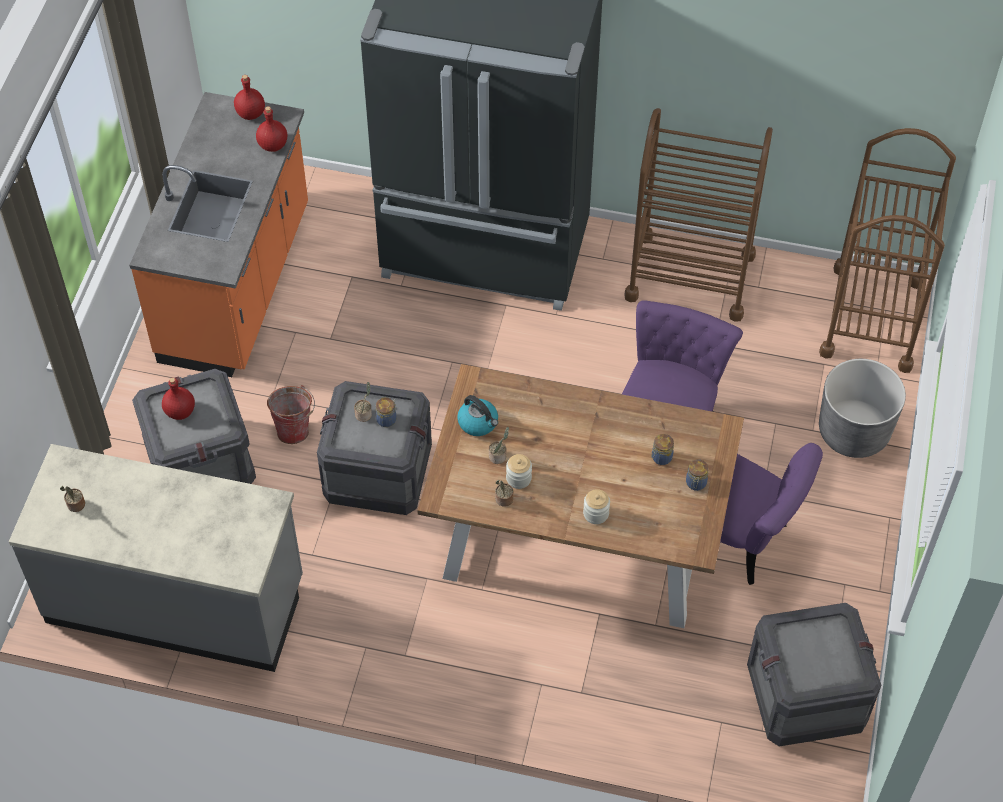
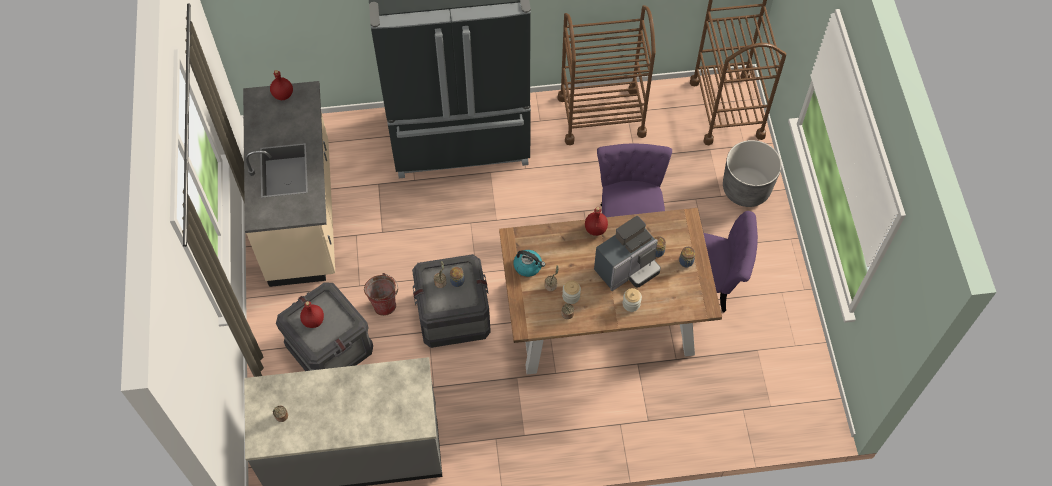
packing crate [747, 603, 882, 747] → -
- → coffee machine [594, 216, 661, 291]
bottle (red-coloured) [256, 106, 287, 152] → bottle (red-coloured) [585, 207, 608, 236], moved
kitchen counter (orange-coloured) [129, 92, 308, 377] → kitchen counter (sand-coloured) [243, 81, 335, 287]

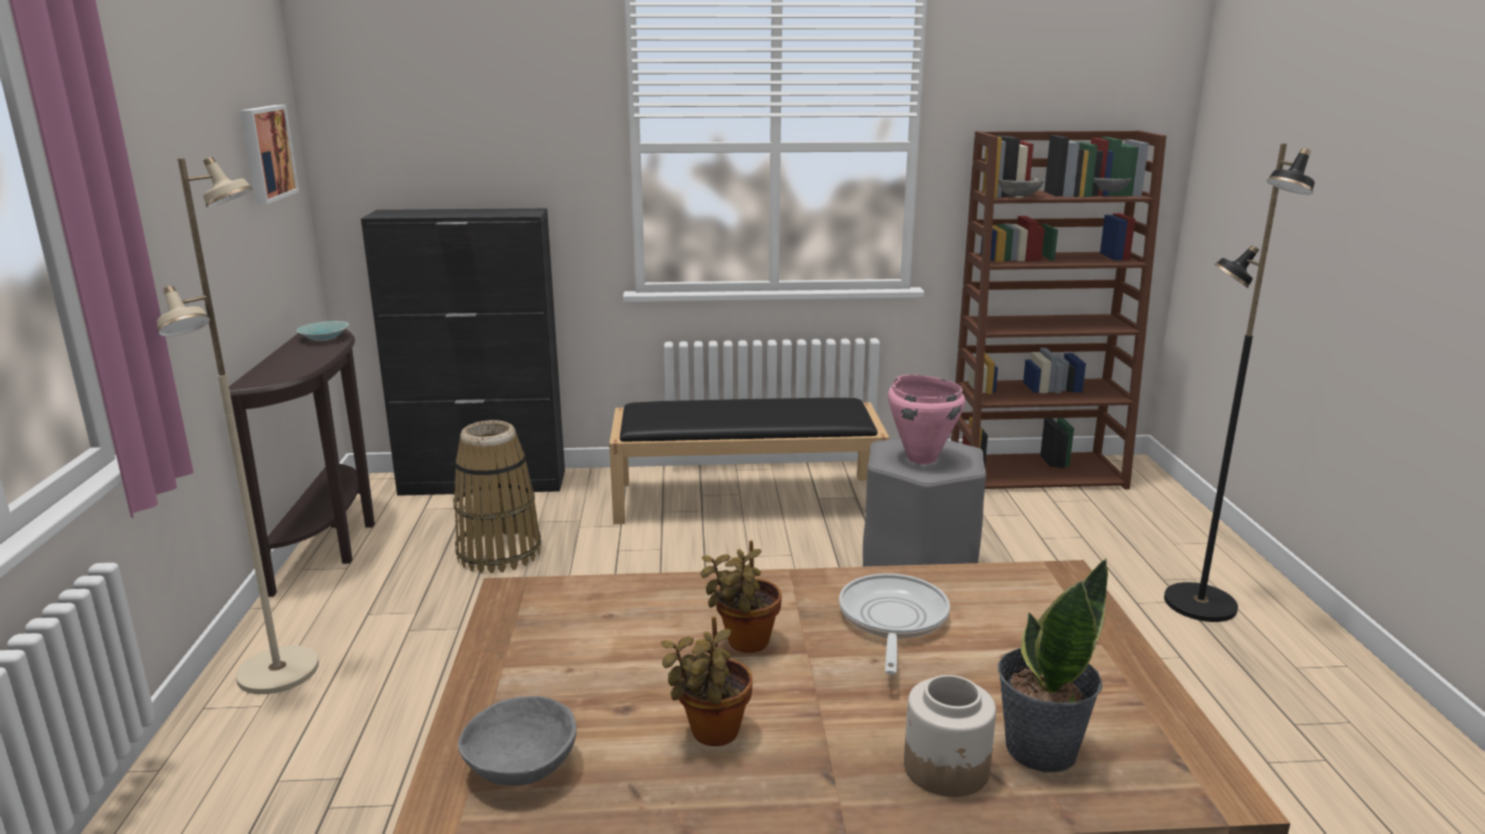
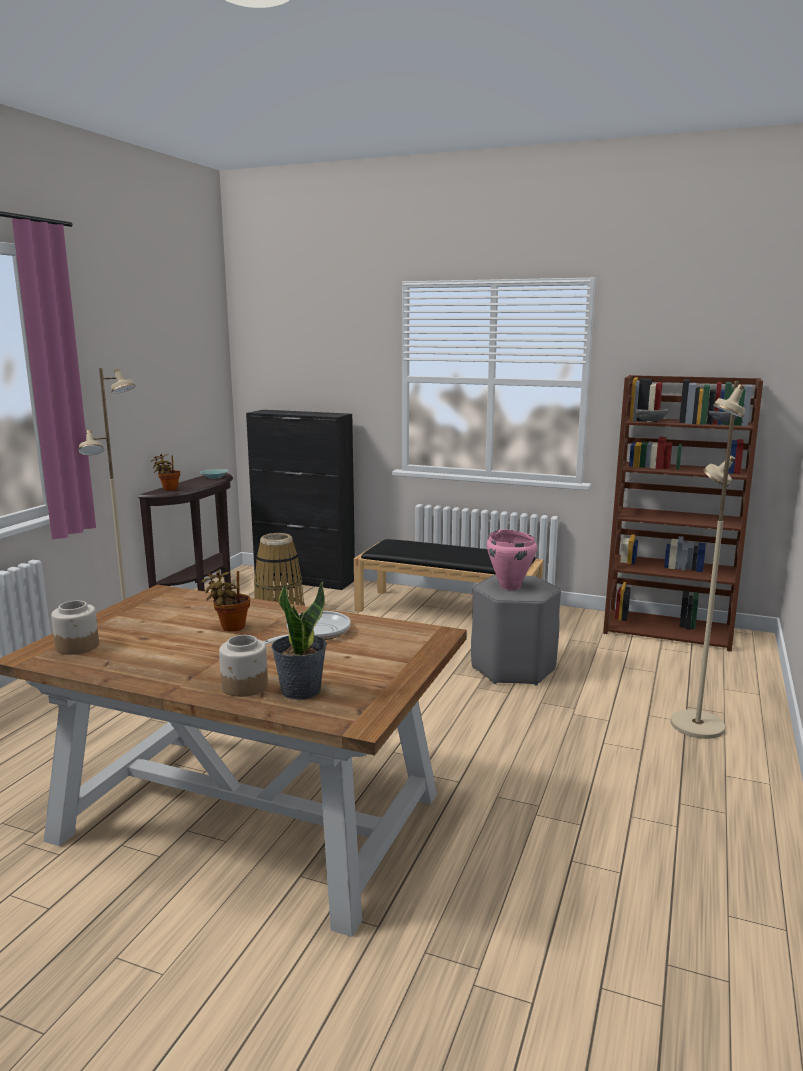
wall art [240, 105, 299, 204] → -
houseplant [661, 616, 753, 746] → houseplant [150, 454, 180, 491], moved
serving bowl (gray) [458, 696, 577, 786] → preserve jar [51, 601, 99, 655]
standing lamp (black) [1164, 143, 1315, 622] → standing lamp (sand-coloured) [671, 381, 745, 739]

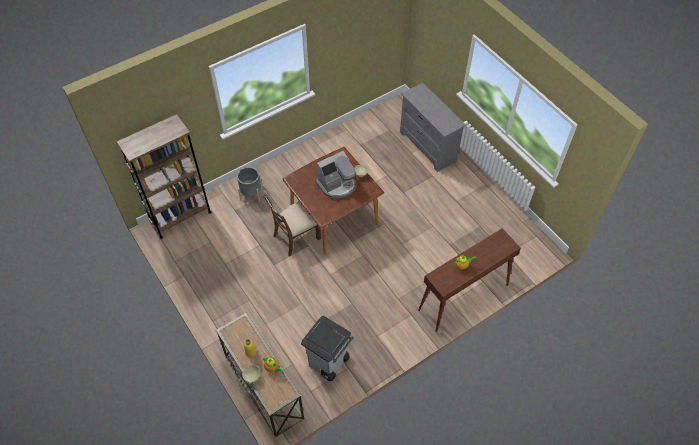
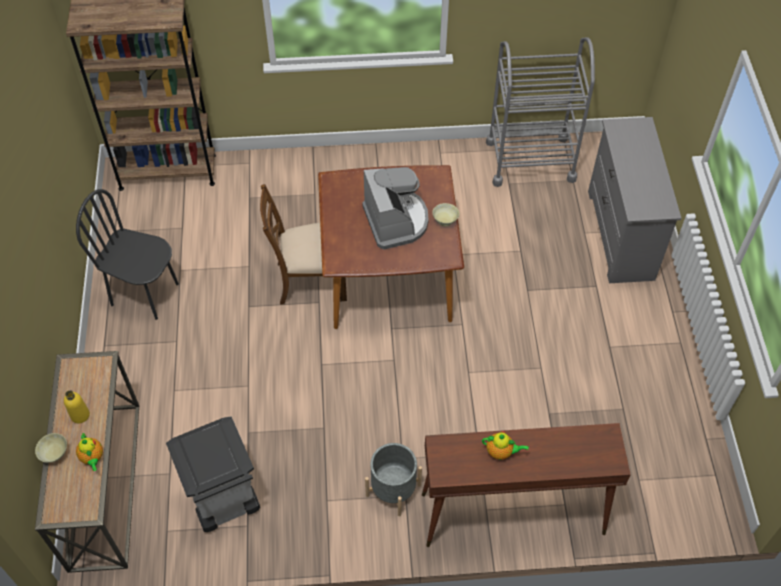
- → plain chair (black) [76, 189, 179, 320]
- → wheeled cart (gray) [486, 37, 595, 187]
flower pot (gray) [237, 167, 262, 202] → flower pot (gray) [365, 443, 422, 516], moved
coffee machine [316, 151, 357, 198] → coffee machine [362, 167, 429, 250], 105 degrees counterclockwise

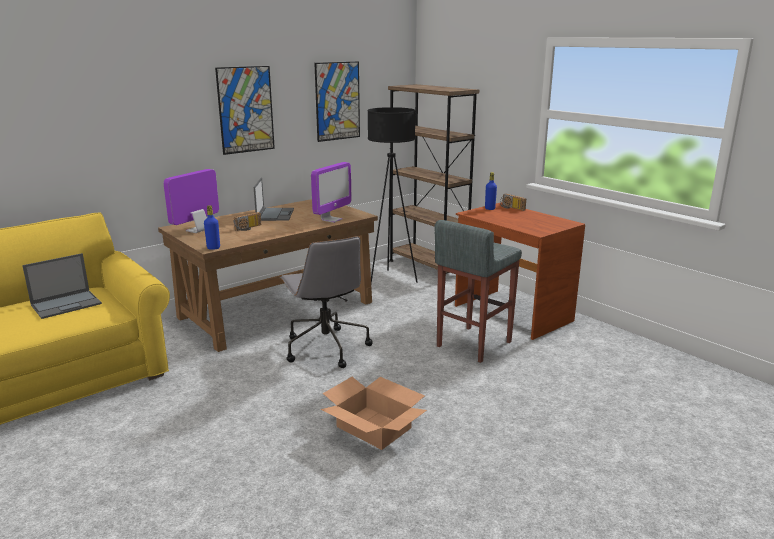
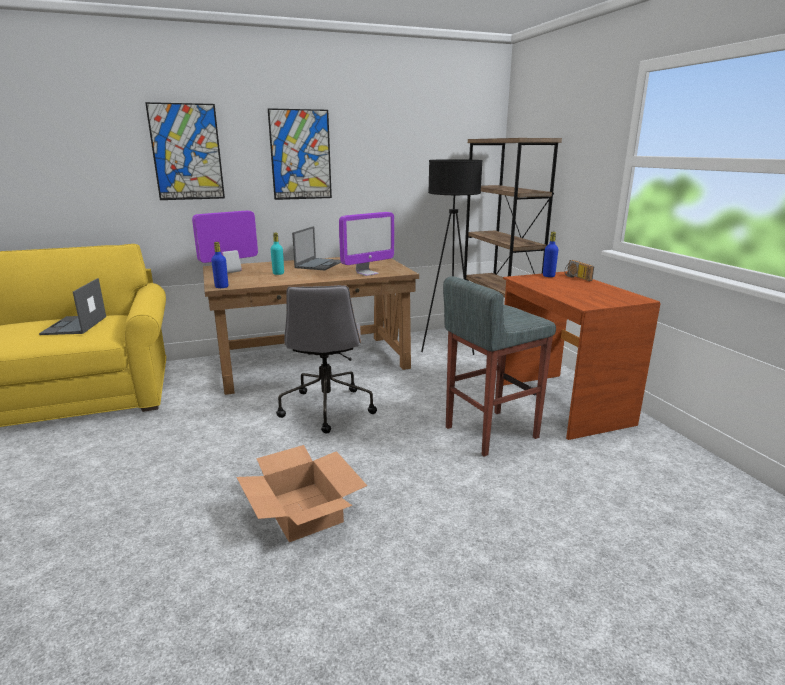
wall art [314, 61, 360, 142] → wall art [145, 102, 225, 200], moved
radio set [234, 212, 261, 231] → bottle (turquoise-coloured) [271, 233, 284, 275]
notebook computer [22, 253, 102, 319] → notebook computer [39, 278, 106, 335], 105 degrees clockwise

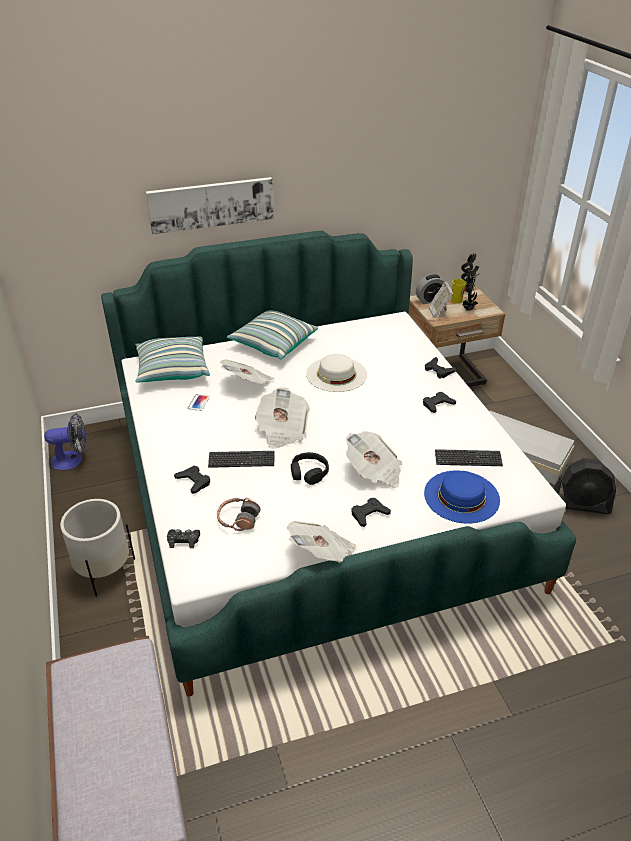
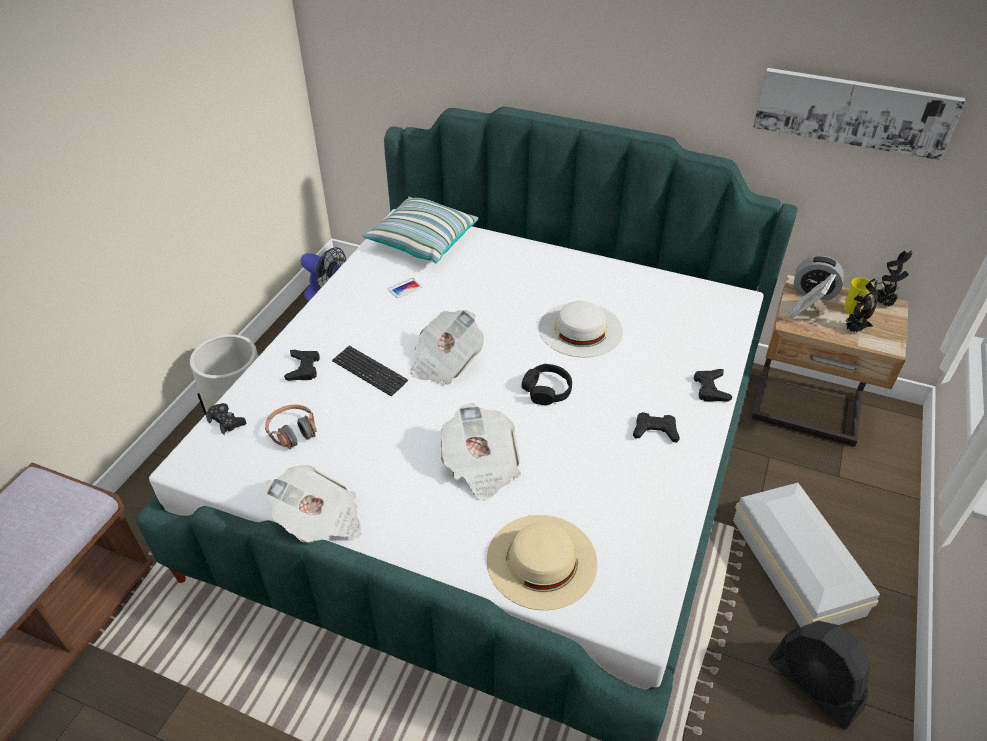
daily paper [220, 360, 274, 384] → -
pillow [227, 311, 318, 360] → -
game controller (black) [351, 498, 391, 527] → -
computer keyboard [435, 449, 503, 466] → -
wall art [146, 177, 274, 235] → wall art [753, 68, 965, 160], moved
pair of headphones (black) [291, 452, 329, 485] → pair of headphones (black) [522, 364, 572, 405], moved
hat (blue) [424, 470, 500, 524] → hat (sand-coloured) [487, 515, 597, 610]

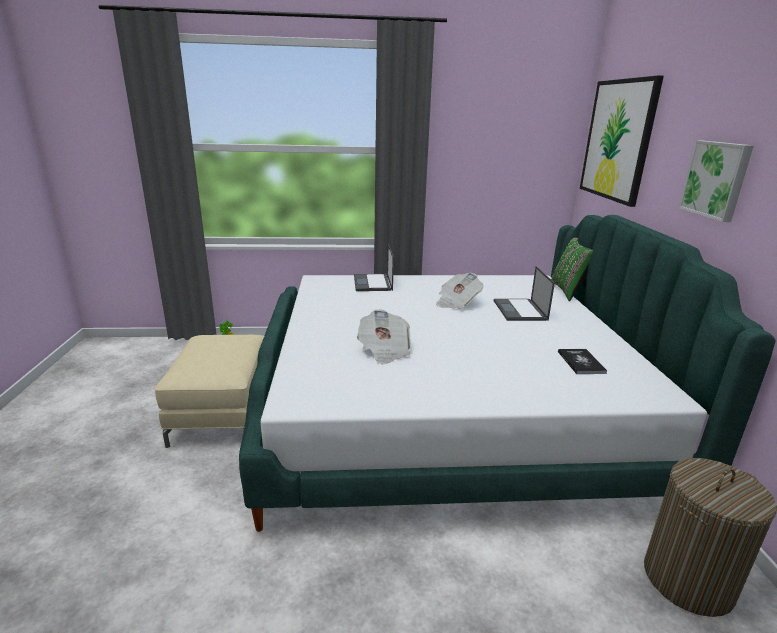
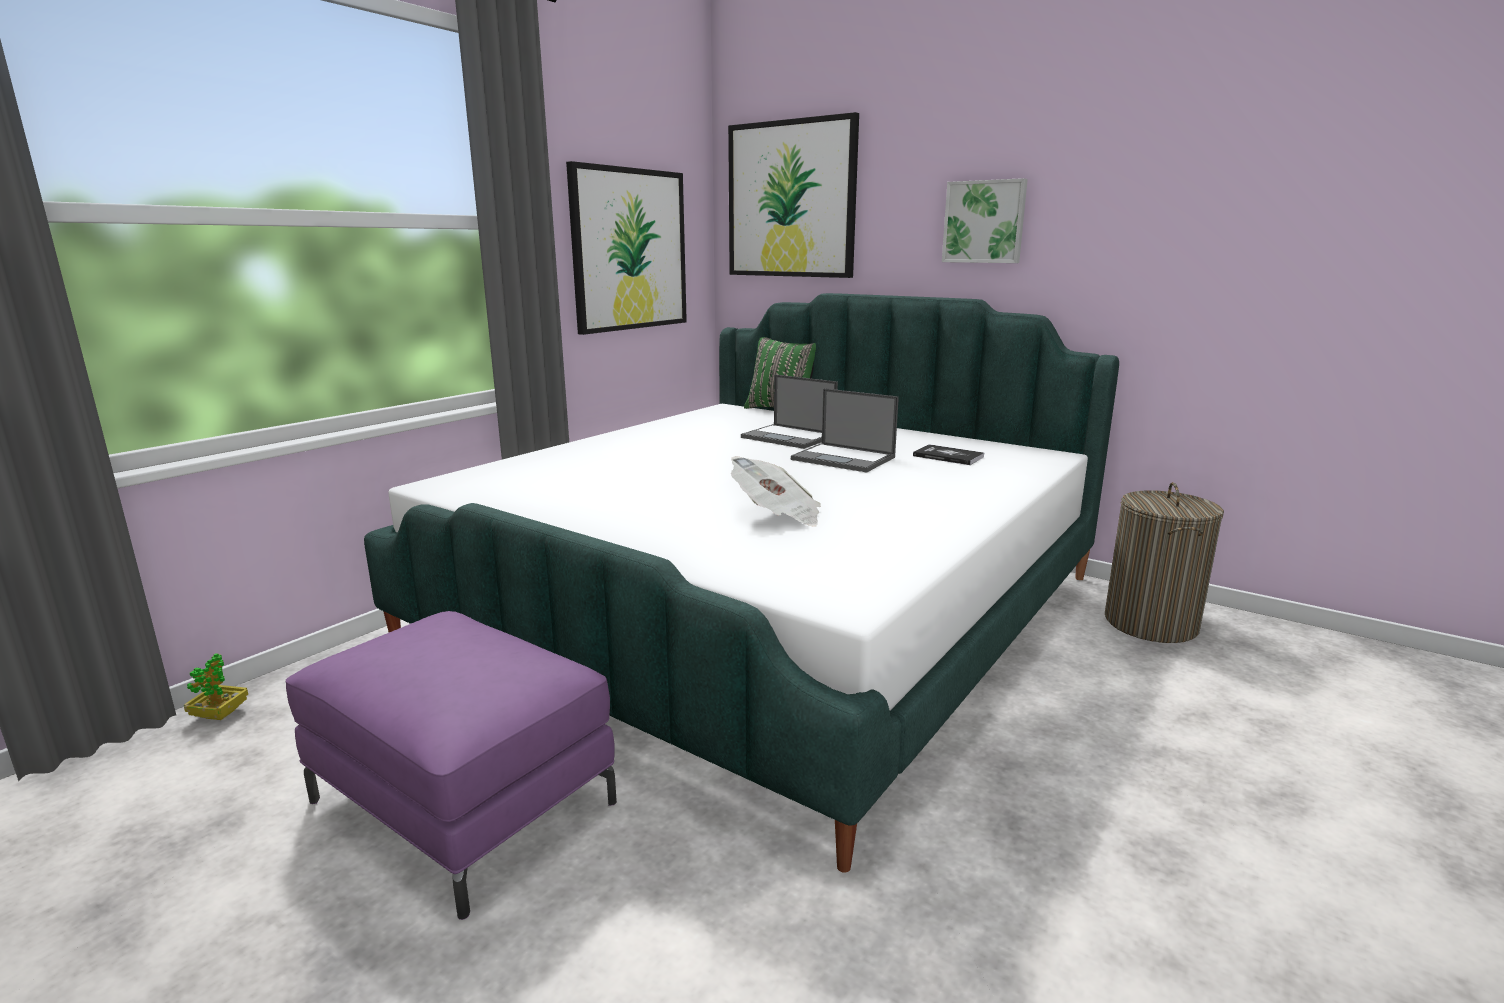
daily paper [436, 273, 483, 309] → -
- → wall art [566, 161, 687, 335]
notebook computer [354, 244, 394, 291] → notebook computer [791, 388, 899, 473], moved
ottoman (sand-coloured) [155, 335, 264, 448] → ottoman (purple-coloured) [286, 611, 617, 920]

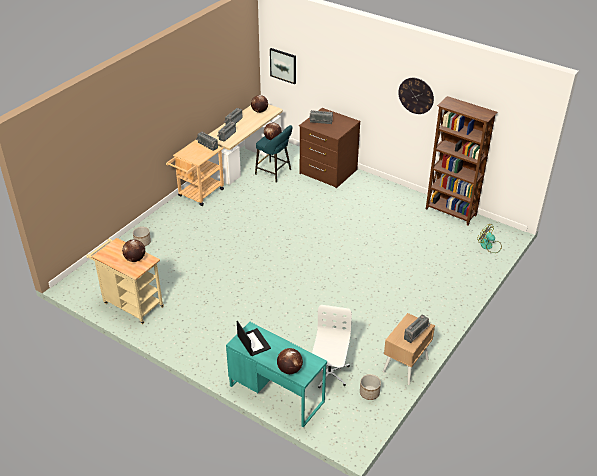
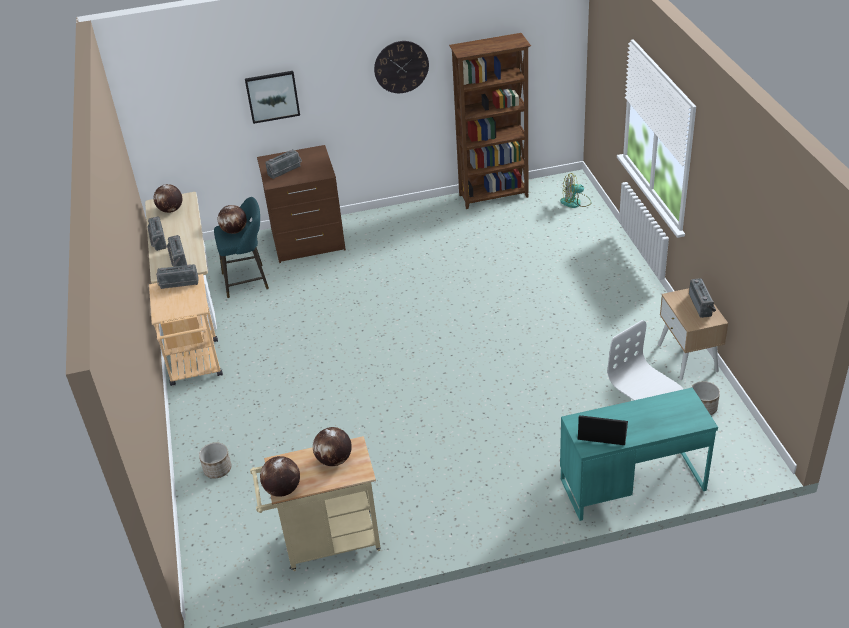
wall art [270, 48, 296, 84] → wall art [245, 71, 300, 124], moved
desk globe [277, 348, 303, 374] → desk globe [260, 456, 300, 497], moved

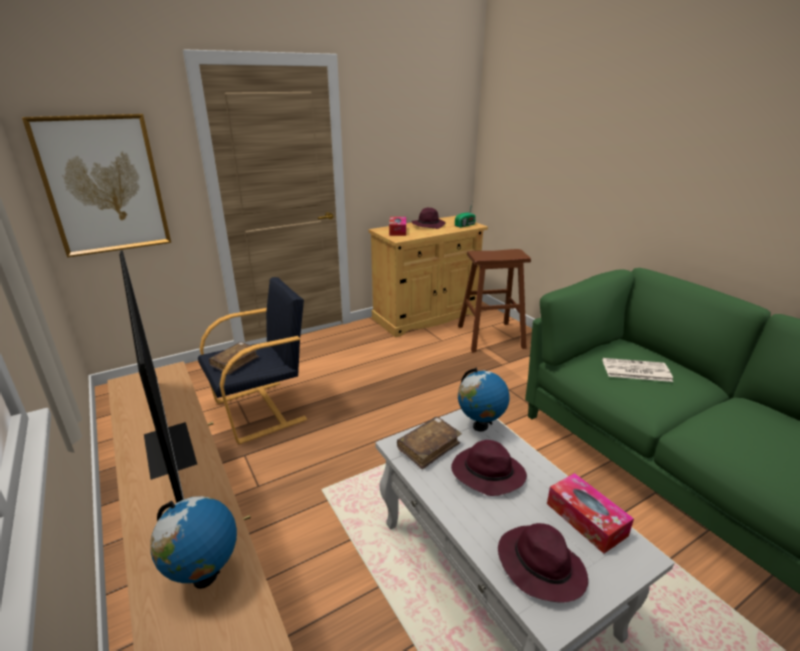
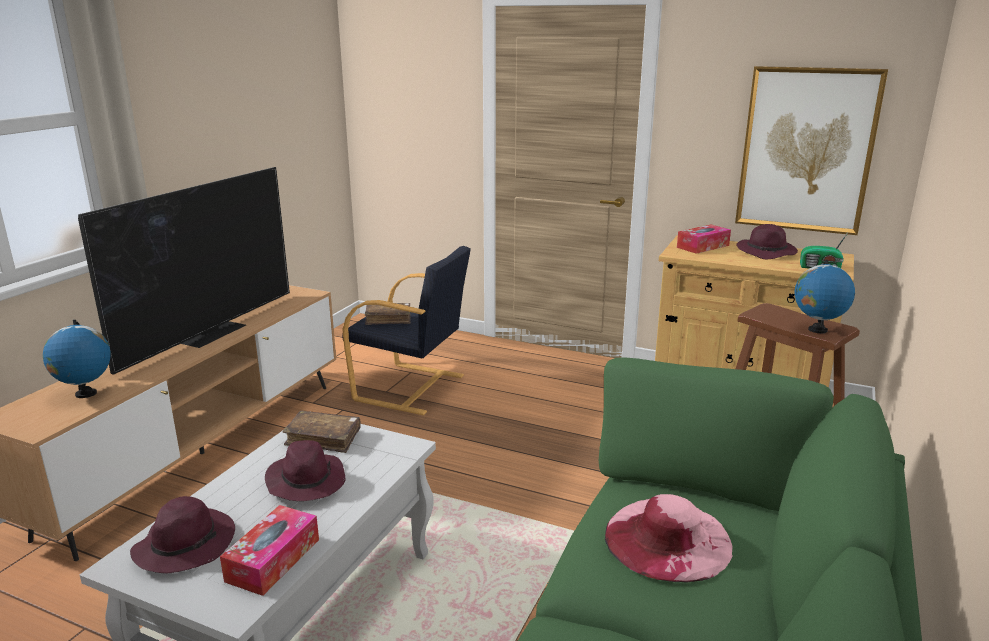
wall art [22, 114, 171, 257] → wall art [735, 66, 888, 235], moved
desk globe [458, 368, 510, 431] → desk globe [794, 260, 855, 333], moved
daily paper [602, 358, 673, 382] → hat (pink-coloured) [605, 494, 733, 583]

